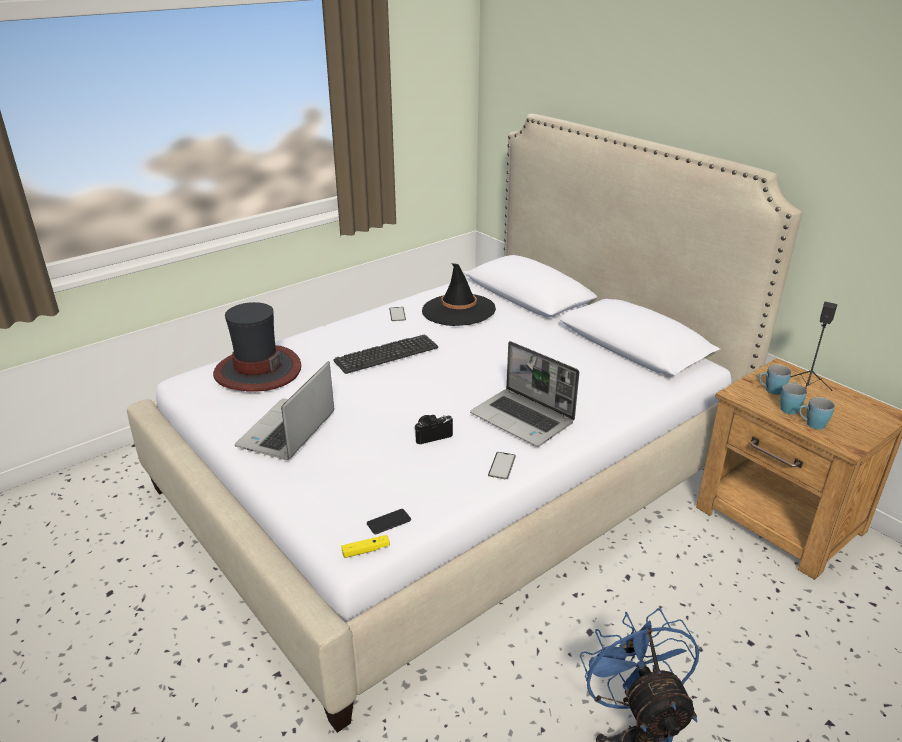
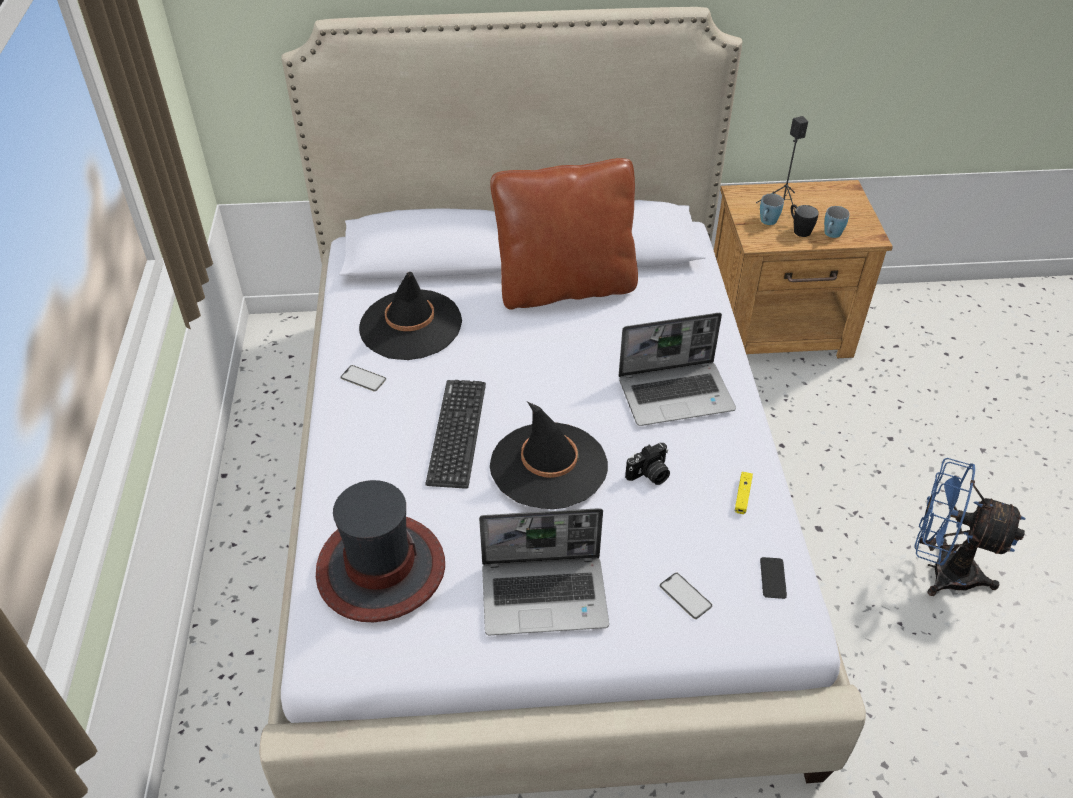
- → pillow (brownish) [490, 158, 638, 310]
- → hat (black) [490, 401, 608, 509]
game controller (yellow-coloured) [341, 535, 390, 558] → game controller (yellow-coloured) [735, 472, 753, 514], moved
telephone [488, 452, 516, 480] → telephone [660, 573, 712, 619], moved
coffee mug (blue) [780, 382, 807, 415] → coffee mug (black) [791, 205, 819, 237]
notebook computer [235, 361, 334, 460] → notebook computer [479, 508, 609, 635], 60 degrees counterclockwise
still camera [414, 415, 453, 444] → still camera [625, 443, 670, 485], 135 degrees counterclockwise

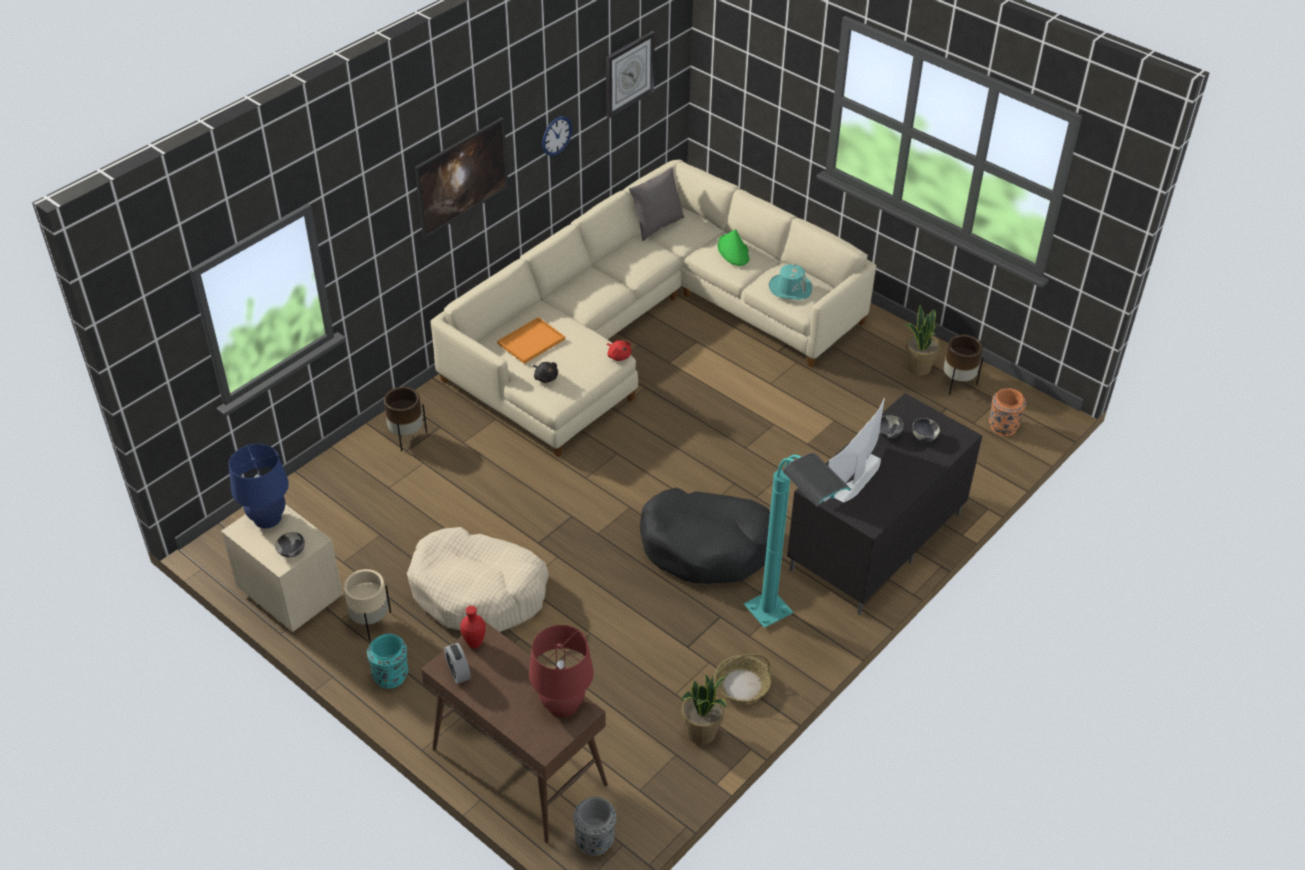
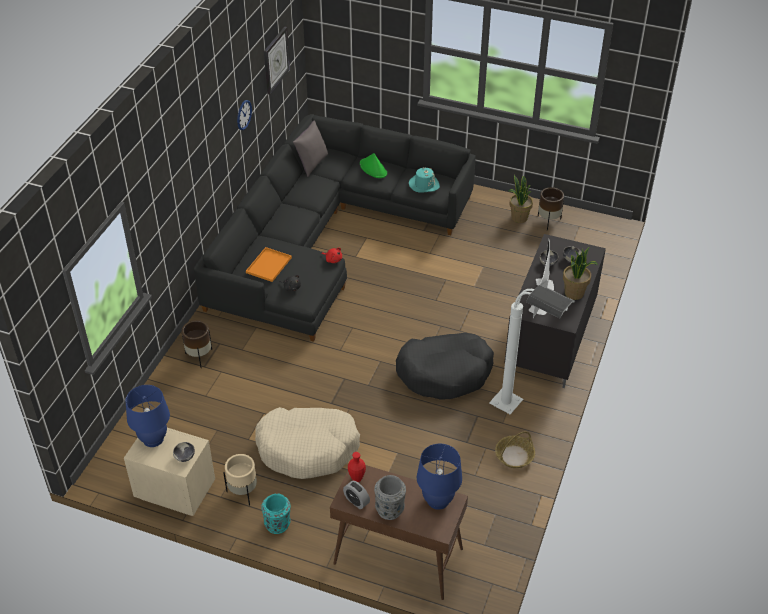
wall art [415, 117, 509, 238] → -
vase (orange-coloured) [989, 388, 1026, 436] → -
vase (gray) [573, 797, 616, 856] → vase (gray) [374, 475, 406, 520], moved
houseplant [681, 675, 727, 745] → houseplant [563, 247, 598, 300], moved
couch (sand-coloured) [430, 160, 876, 457] → couch (black) [194, 114, 476, 342]
table lamp (red-coloured) [529, 625, 594, 718] → table lamp (blue) [417, 444, 462, 510]
standing lamp (turquoise-coloured) [744, 453, 851, 628] → standing lamp (whitish) [489, 285, 575, 414]

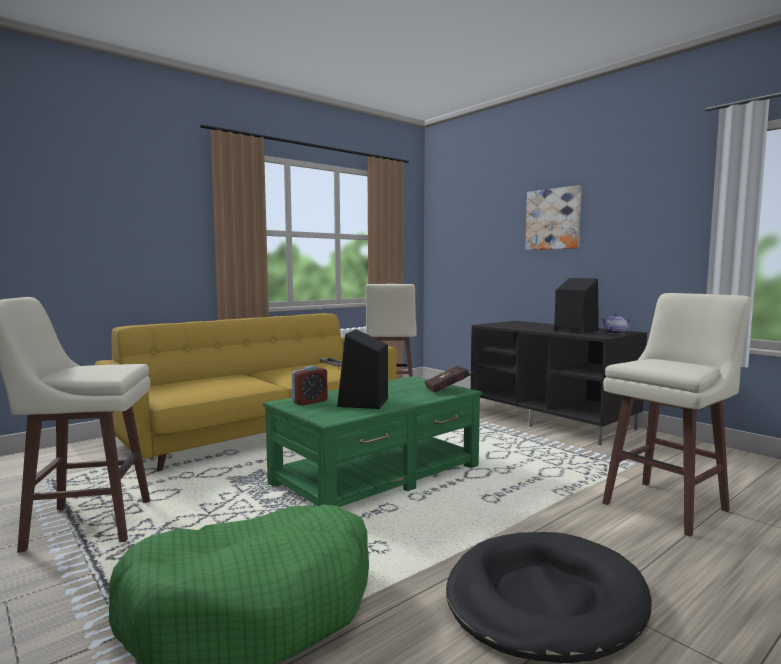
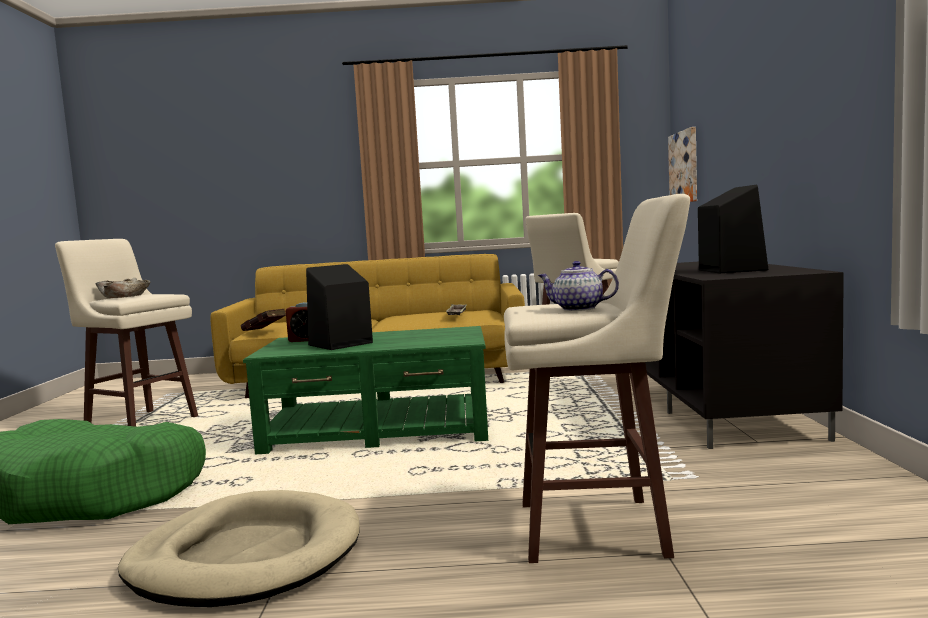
- → serving bowl (sand-coloured) [96, 278, 150, 298]
volume (red-coloured) [424, 366, 472, 392] → volume (red-coloured) [241, 309, 286, 331], moved
wall art [525, 185, 581, 250] → wall art [668, 127, 697, 202], moved
pot for tea [602, 313, 630, 334] → pot for tea [538, 261, 619, 311], moved
dog cushion (black) [446, 532, 652, 663] → dog cushion (sand-coloured) [118, 490, 360, 607]

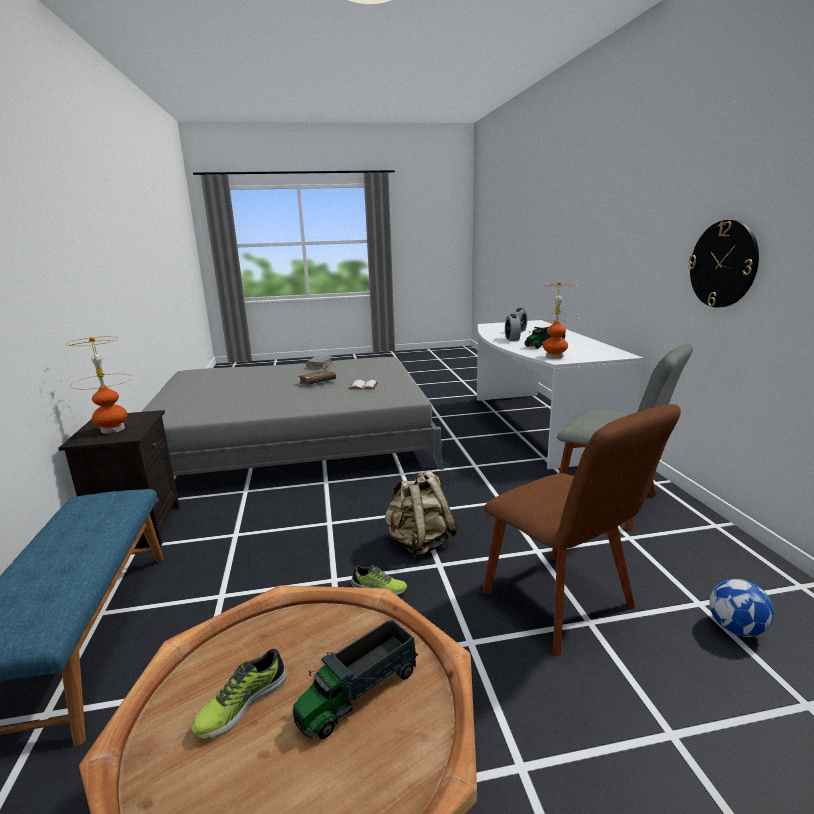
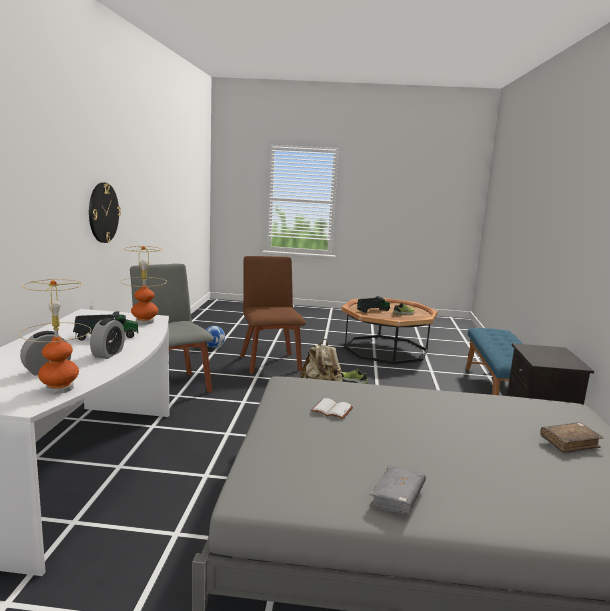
table lamp [66, 336, 133, 434] → table lamp [19, 279, 91, 394], moved
volume (brownish) [298, 370, 336, 385] → volume (brownish) [540, 422, 603, 454], moved

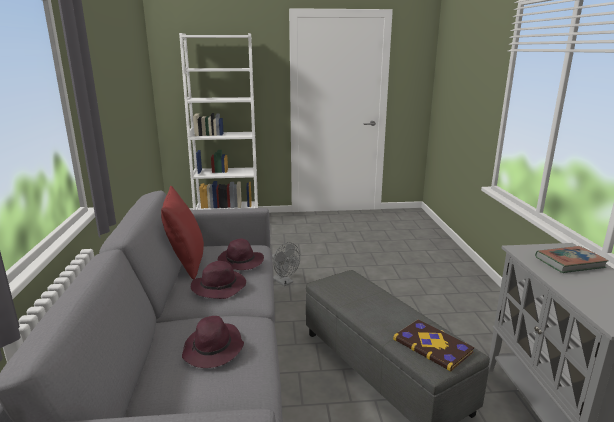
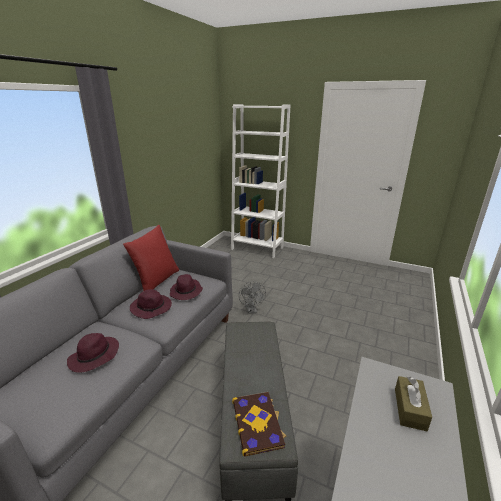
volume [535, 246, 608, 273] → box of tissues (brownish) [395, 376, 432, 431]

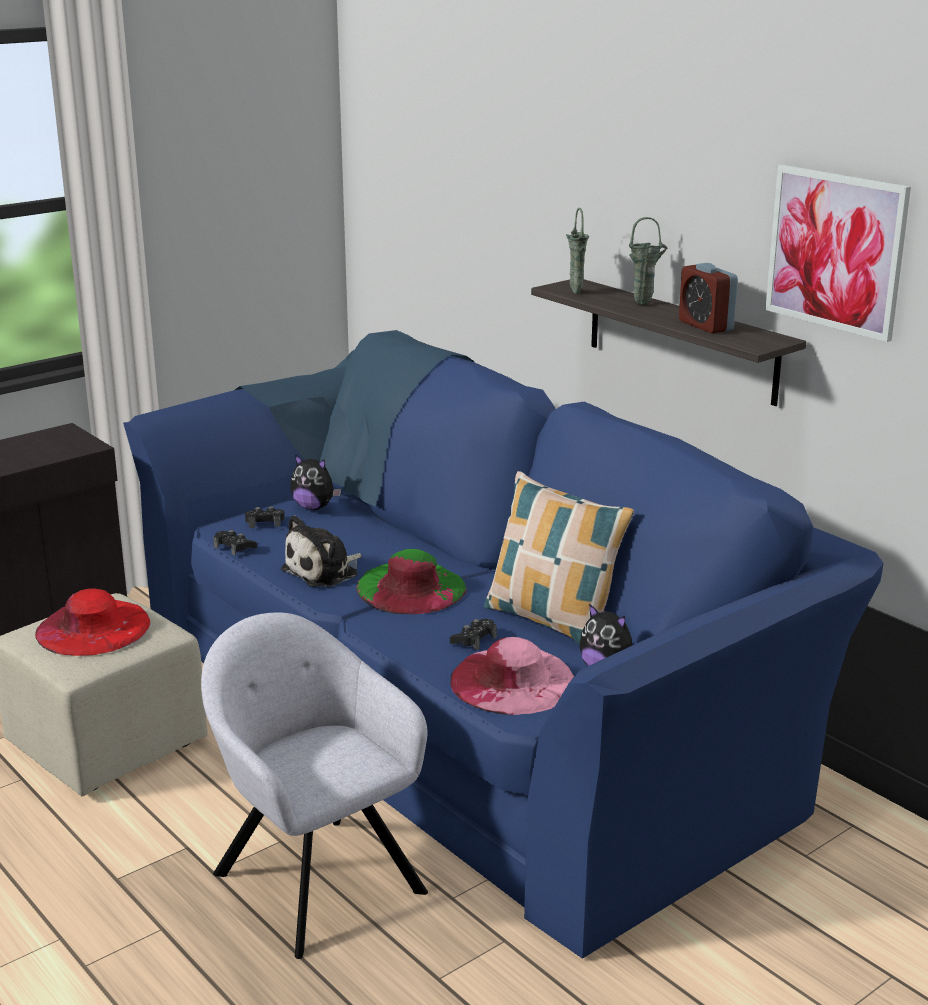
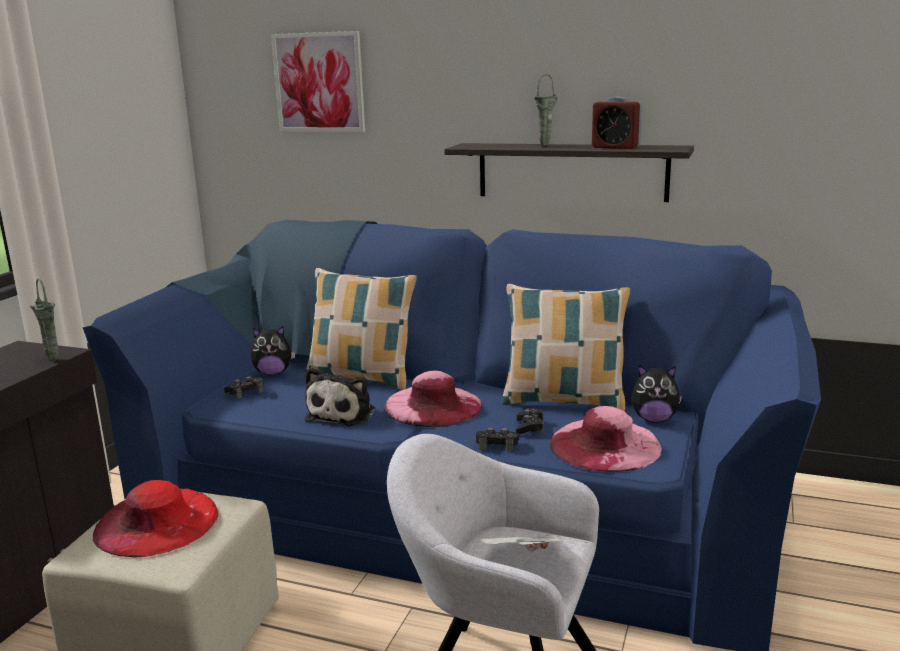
- → pillow [305, 268, 417, 390]
- → daily paper [478, 535, 586, 552]
game controller (black) [213, 530, 257, 555] → game controller (black) [476, 427, 519, 452], moved
vase (greenish) [566, 208, 589, 294] → vase (greenish) [30, 278, 58, 361], moved
wall art [765, 165, 911, 342] → wall art [271, 31, 365, 132], moved
hat (greenish) [356, 549, 467, 614] → hat (pink-coloured) [384, 371, 482, 427]

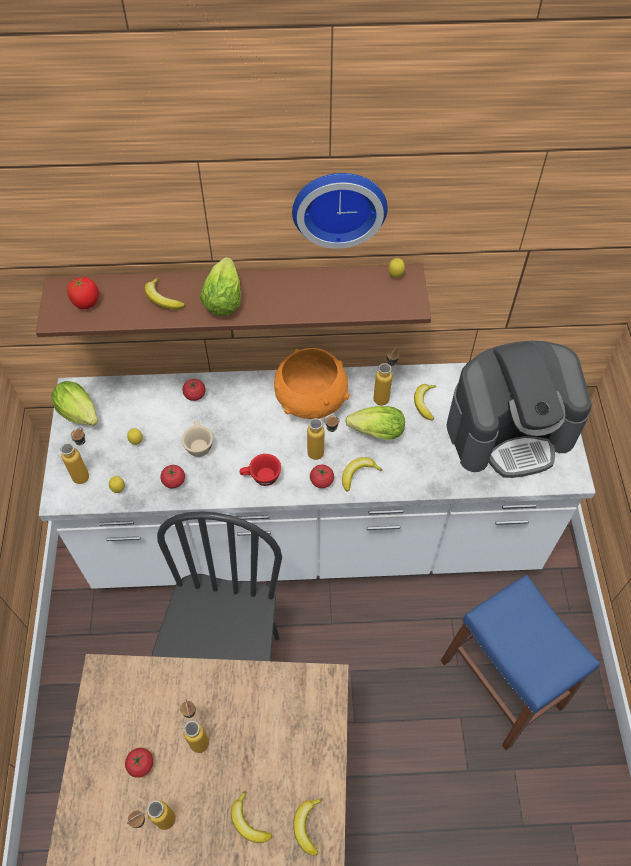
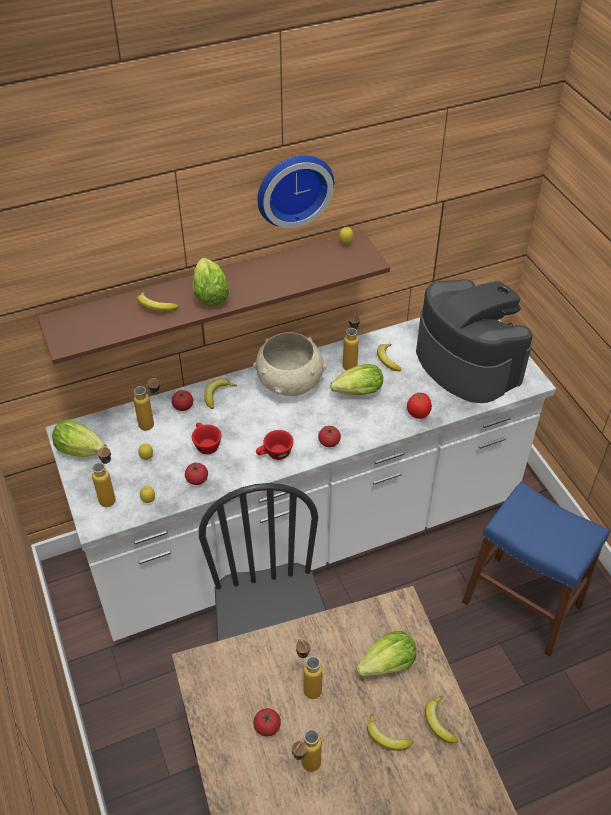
- → lettuce [356, 631, 416, 677]
tomato [67, 276, 99, 309] → tomato [407, 393, 432, 419], moved
bottle [307, 416, 340, 460] → bottle [133, 378, 161, 430], moved
banana fruit [342, 457, 383, 491] → banana fruit [204, 378, 237, 409], moved
small cup (sand-coloured) [182, 420, 213, 457] → small cup (red-coloured) [192, 423, 221, 454]
serving bowl (orange-coloured) [274, 348, 350, 419] → serving bowl (sand-coloured) [253, 332, 327, 396]
coffee machine [446, 341, 592, 478] → coffee machine [416, 279, 533, 403], 90 degrees counterclockwise

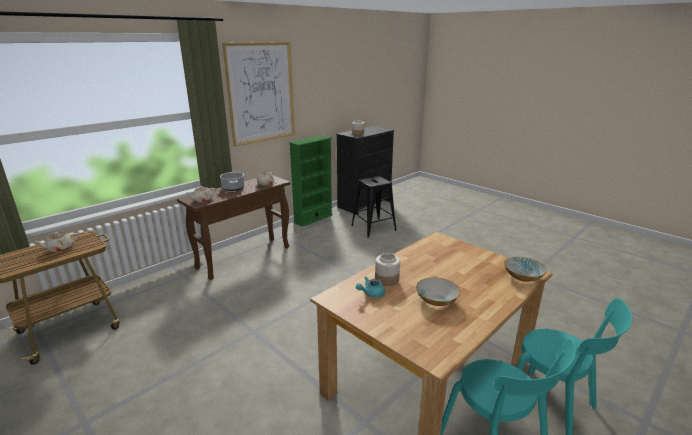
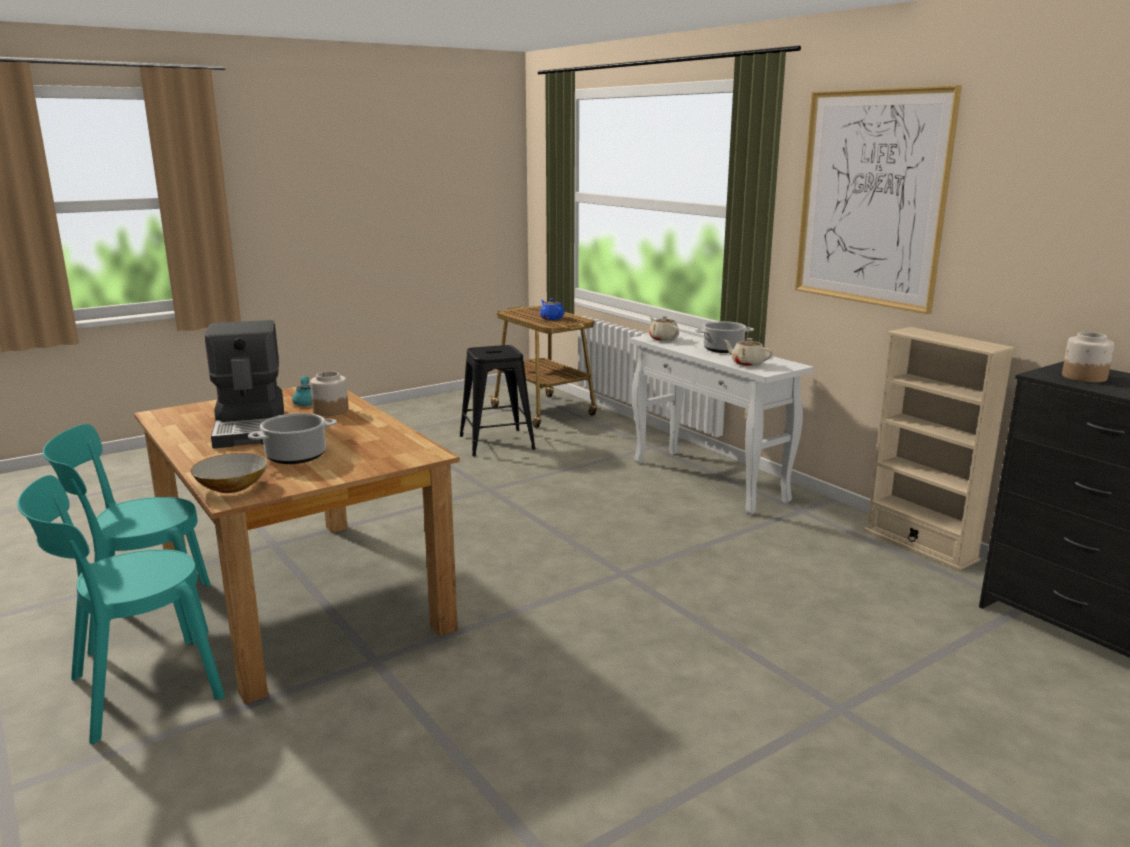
- → stockpot [248, 413, 337, 464]
stool (black) [352, 176, 397, 238] → stool (black) [460, 345, 536, 456], moved
serving bowl [416, 277, 460, 306] → coffee machine [205, 320, 284, 449]
pot for tea (sand-coloured) [34, 232, 79, 252] → pot for tea (blue) [539, 299, 564, 320]
narrow table (brownish) [177, 176, 290, 280] → narrow table (whitish) [629, 332, 814, 515]
bookcase (greenish) [289, 136, 333, 227] → bookcase (sand-coloured) [864, 327, 1015, 571]

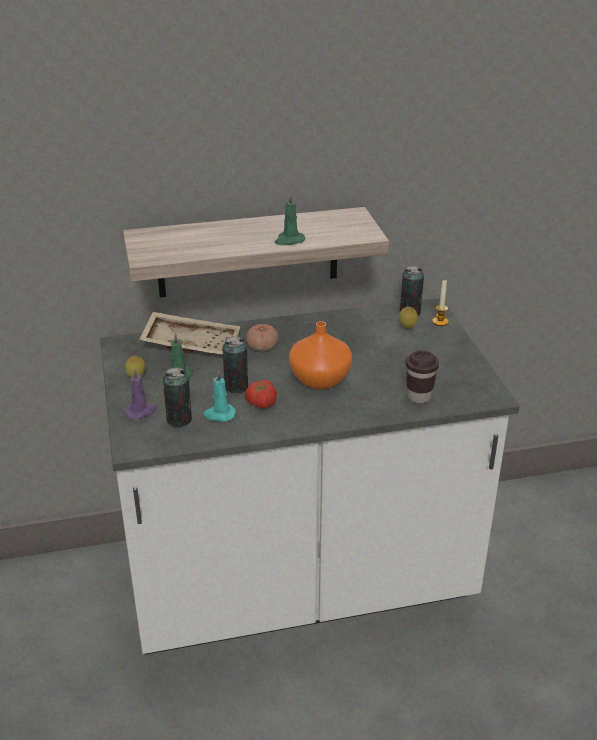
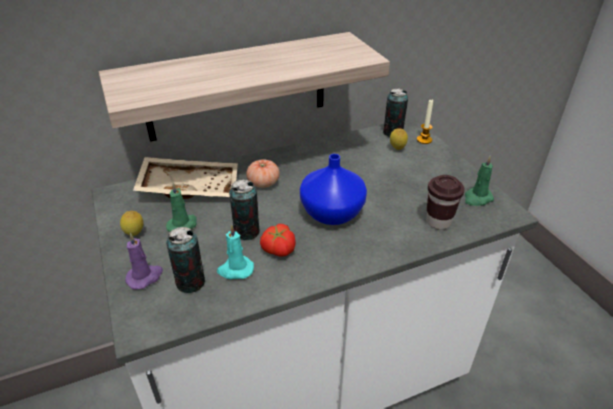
candle (greenish) [275, 193, 305, 245] → candle (greenish) [465, 156, 494, 206], moved
vase (orange-coloured) [289, 321, 352, 389] → vase (blue) [300, 154, 367, 225]

